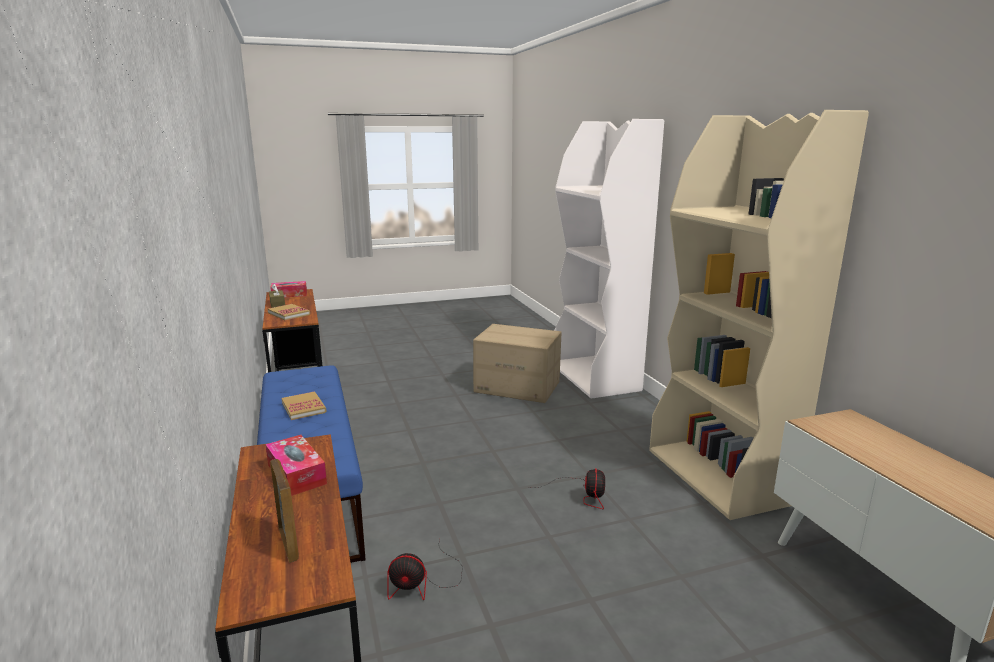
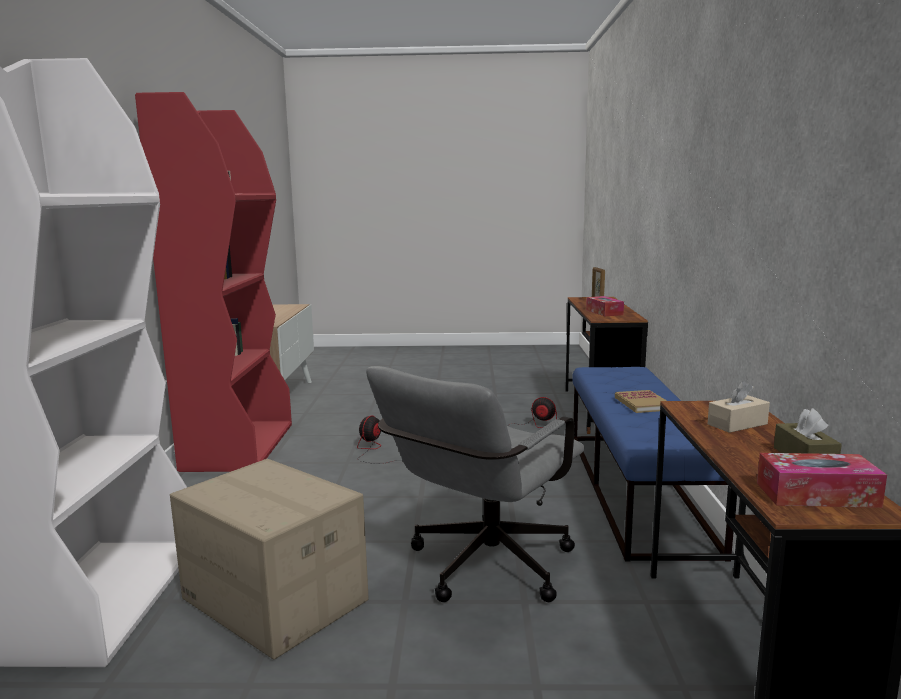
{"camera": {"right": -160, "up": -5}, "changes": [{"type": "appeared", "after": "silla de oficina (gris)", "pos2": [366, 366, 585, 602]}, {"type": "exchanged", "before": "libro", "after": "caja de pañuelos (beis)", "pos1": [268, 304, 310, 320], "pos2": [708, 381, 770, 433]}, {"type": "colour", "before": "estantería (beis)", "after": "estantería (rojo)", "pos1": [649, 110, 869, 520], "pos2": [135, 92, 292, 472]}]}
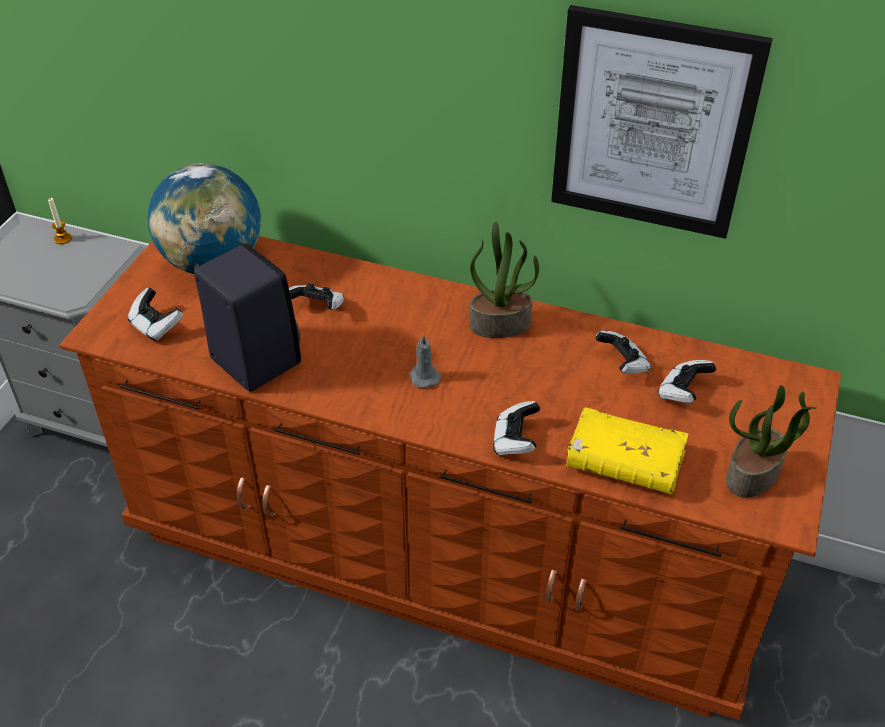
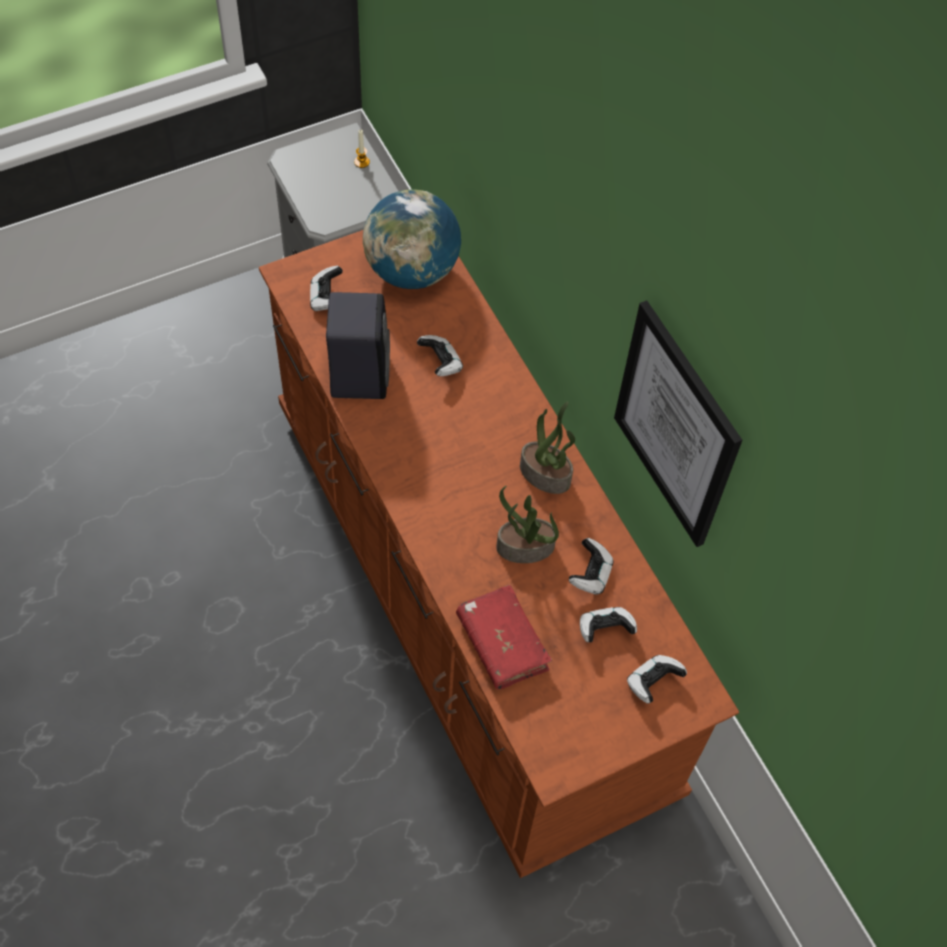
{"camera": {"right": 40, "up": 15}, "changes": [{"type": "missing", "before": "vela (gris)", "pos1": [409, 334, 441, 388]}, {"type": "relocated", "before": "mando de consola", "pos1": [493, 401, 540, 456], "pos2": [627, 655, 687, 703]}, {"type": "relocated", "before": "planta en maceta", "pos1": [726, 385, 816, 498], "pos2": [496, 486, 559, 563]}, {"type": "colour", "before": "libro (amarillo)", "after": "libro (rojo)", "pos1": [566, 407, 689, 494], "pos2": [456, 585, 552, 689]}]}
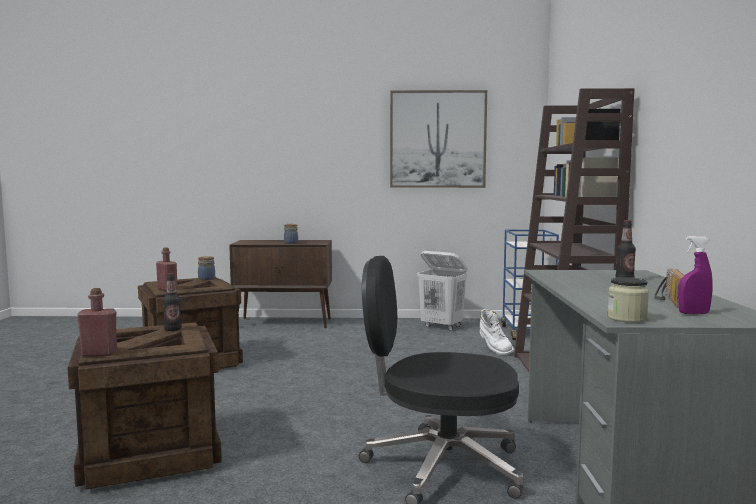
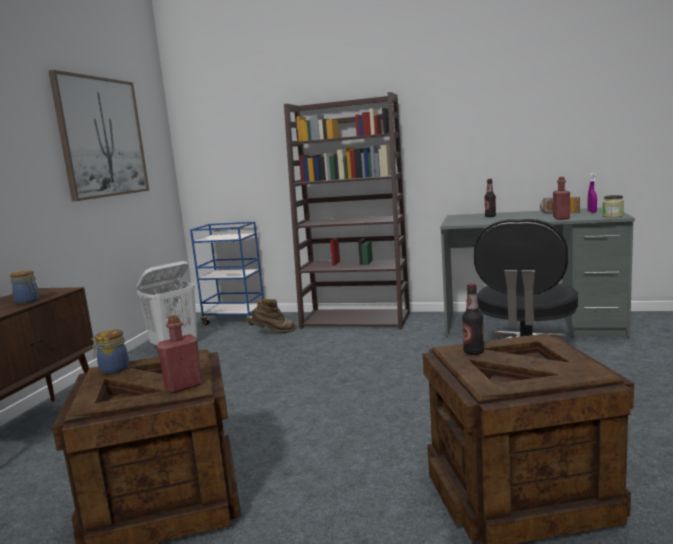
{"camera": {"right": -75, "up": 5}, "changes": [{"type": "relocated", "before": "botella (rojo)", "pos1": [77, 288, 117, 357], "pos2": [553, 177, 570, 220]}, {"type": "colour", "before": "bota (blanco)", "after": "bota (marrón)", "pos1": [480, 310, 514, 355], "pos2": [251, 299, 295, 333]}]}
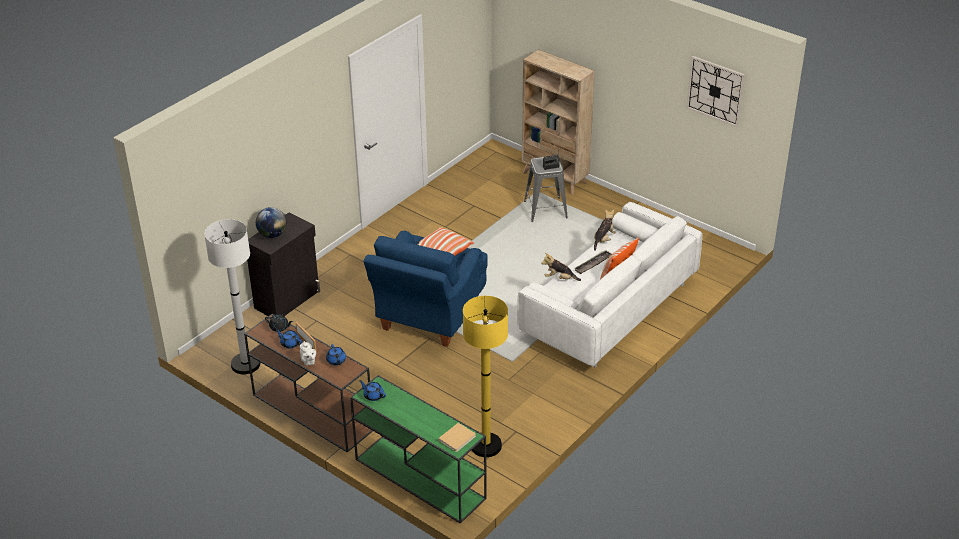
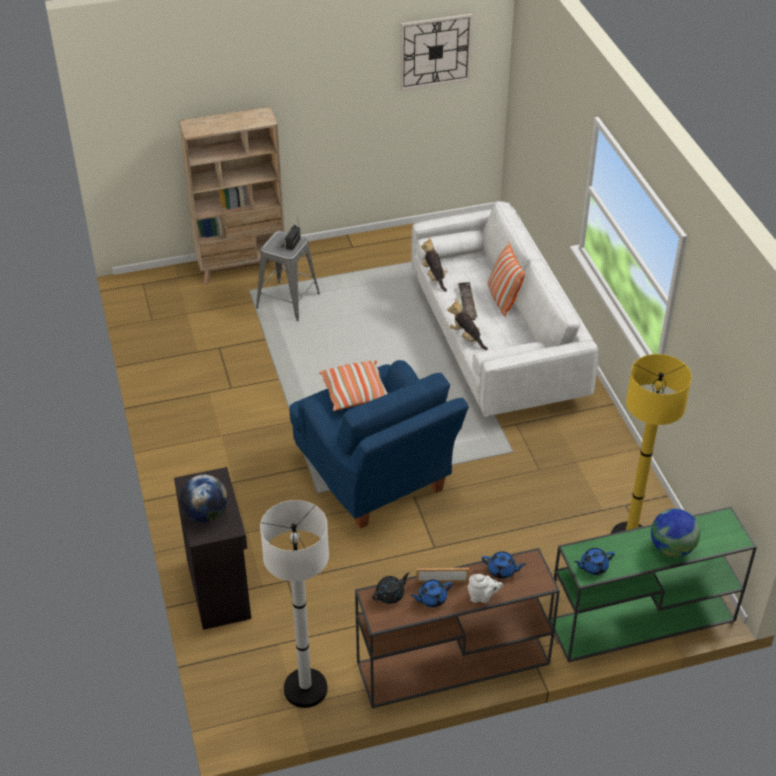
{"camera": {"right": -55, "up": 5}, "changes": [{"type": "missing", "before": "libro (beis)", "pos1": [438, 423, 476, 452]}, {"type": "appeared", "after": "globo terráqueo", "pos2": [651, 509, 700, 557]}, {"type": "spun", "before": "peluche", "pos1": [541, 253, 581, 281], "pos2": [447, 299, 488, 350], "turn": 90}]}
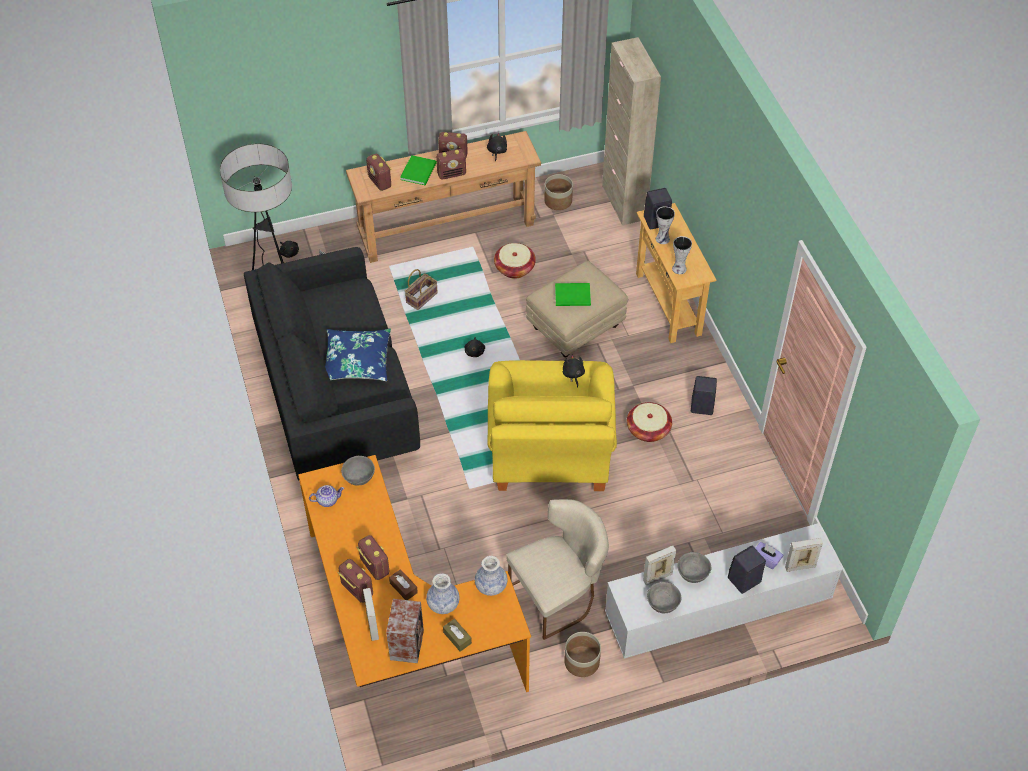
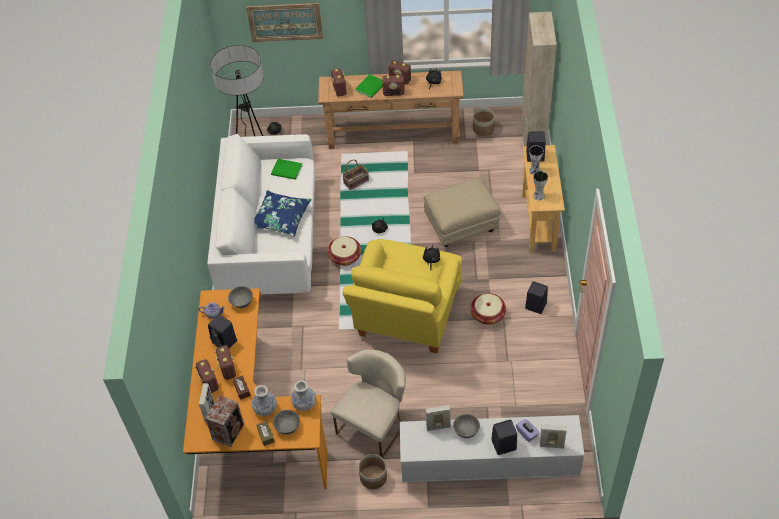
{"camera": {"right": 20, "up": 0}, "changes": [{"type": "appeared", "after": "altavoz (negro)", "pos2": [208, 314, 237, 348]}, {"type": "appeared", "after": "cuadro", "pos2": [246, 3, 323, 42]}, {"type": "relocated", "before": "cesta", "pos1": [494, 243, 536, 279], "pos2": [327, 236, 361, 266]}, {"type": "relocated", "before": "libro (verde)", "pos1": [555, 283, 591, 306], "pos2": [271, 159, 302, 180]}, {"type": "relocated", "before": "cuenco (gris)", "pos1": [647, 582, 681, 613], "pos2": [273, 410, 300, 435]}, {"type": "colour", "before": "sofá (negro)", "after": "sofá (blanco)", "pos1": [244, 247, 420, 480], "pos2": [207, 134, 315, 295]}, {"type": "spun", "before": "silla (beis)", "pos1": [506, 499, 609, 640], "pos2": [331, 349, 406, 458], "turn": -45}]}
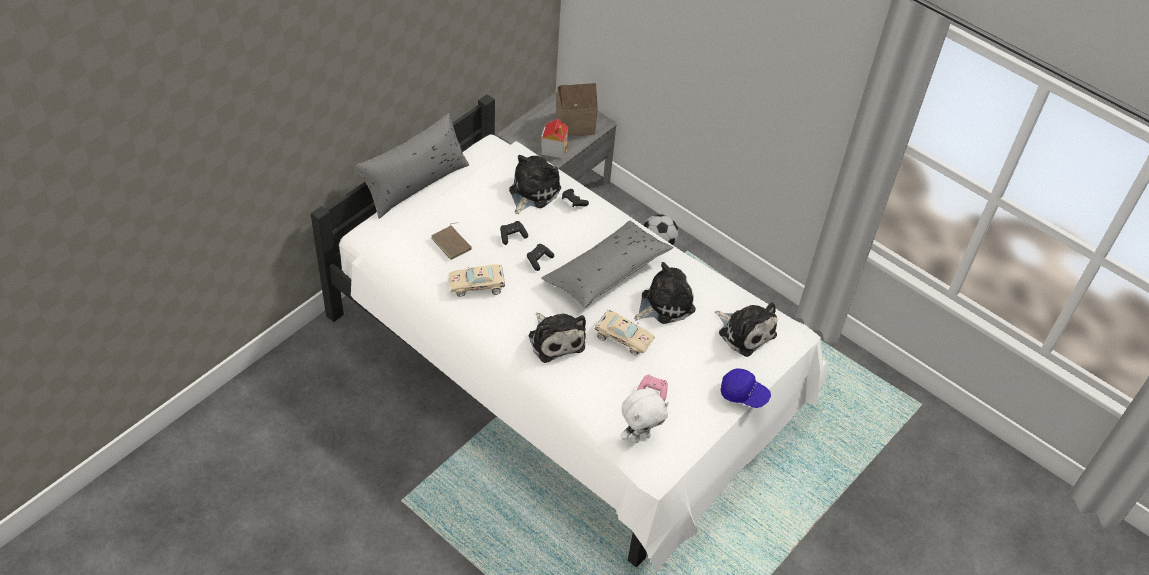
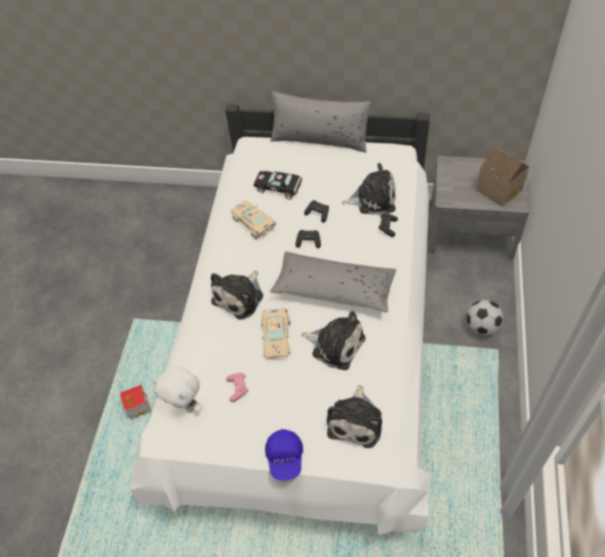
{"camera": {"right": 65, "up": 5}, "changes": [{"type": "relocated", "before": "casita", "pos1": [541, 119, 569, 158], "pos2": [120, 385, 151, 420]}, {"type": "exchanged", "before": "libro (marrón)", "after": "coche de juguete (negro)", "pos1": [431, 223, 472, 260], "pos2": [254, 170, 302, 200]}]}
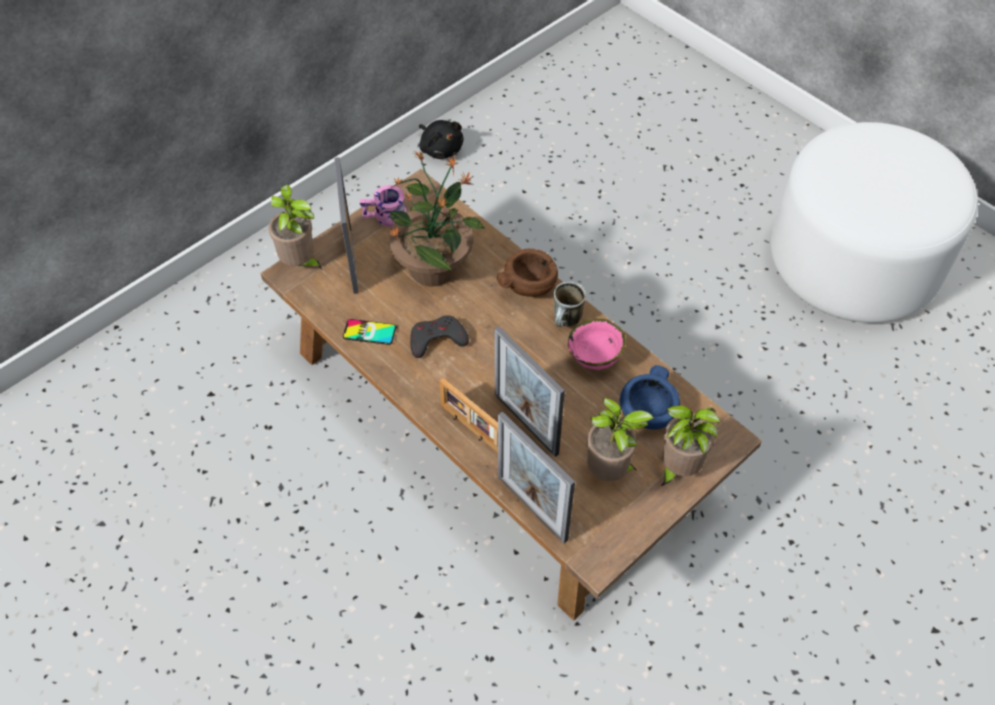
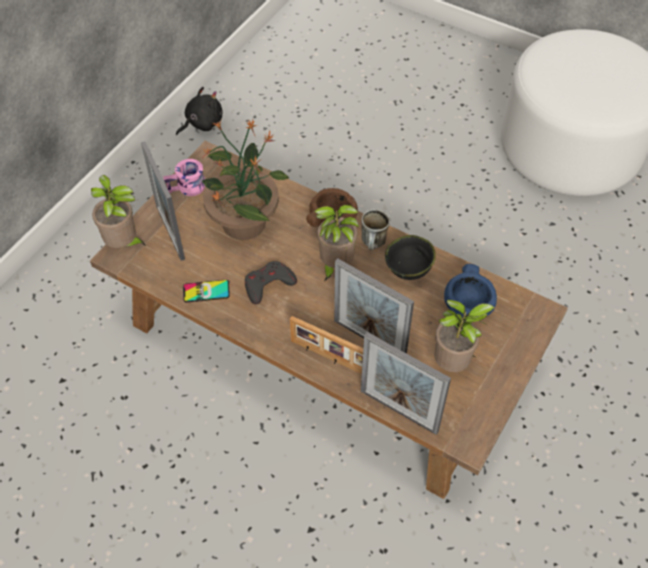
{"camera": {"right": -15, "up": 0}, "changes": [{"type": "relocated", "before": "planta en maceta", "pos1": [661, 405, 720, 486], "pos2": [314, 204, 359, 281]}, {"type": "colour", "before": "cuenco (rosa)", "after": "cuenco (negro)", "pos1": [568, 319, 626, 370], "pos2": [385, 235, 436, 280]}, {"type": "spun", "before": "peluche (negro)", "pos1": [419, 120, 464, 159], "pos2": [176, 87, 223, 135], "turn": -75}]}
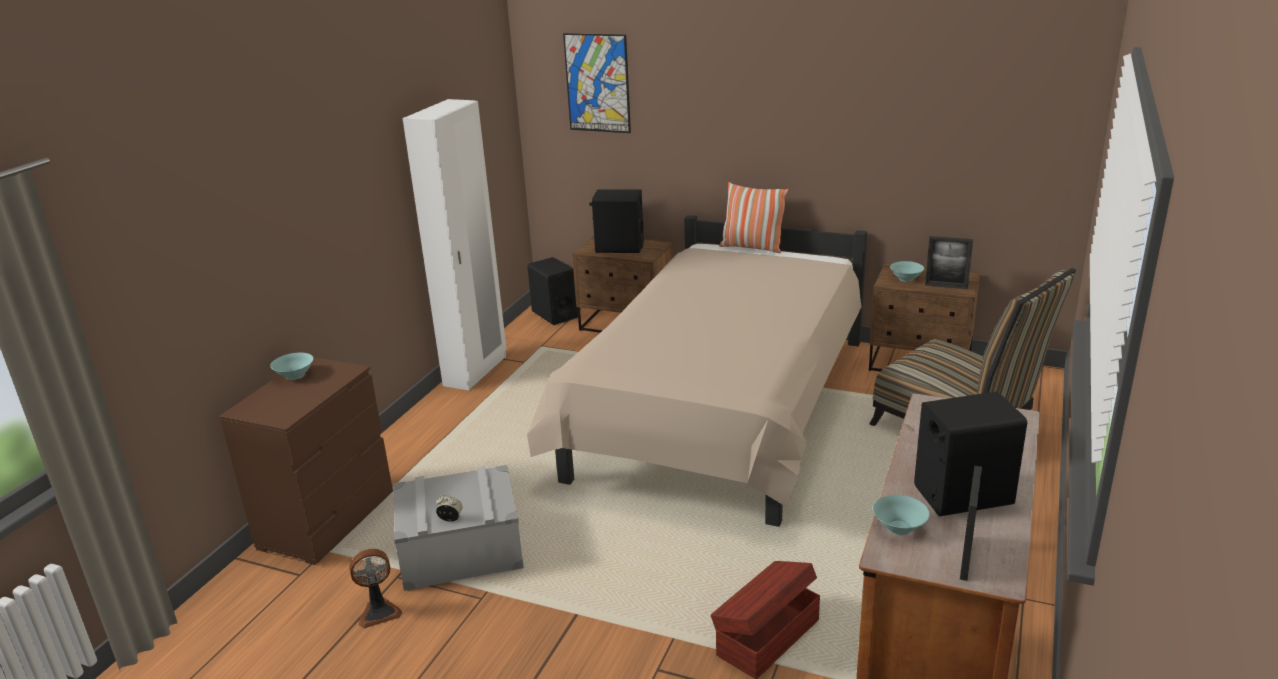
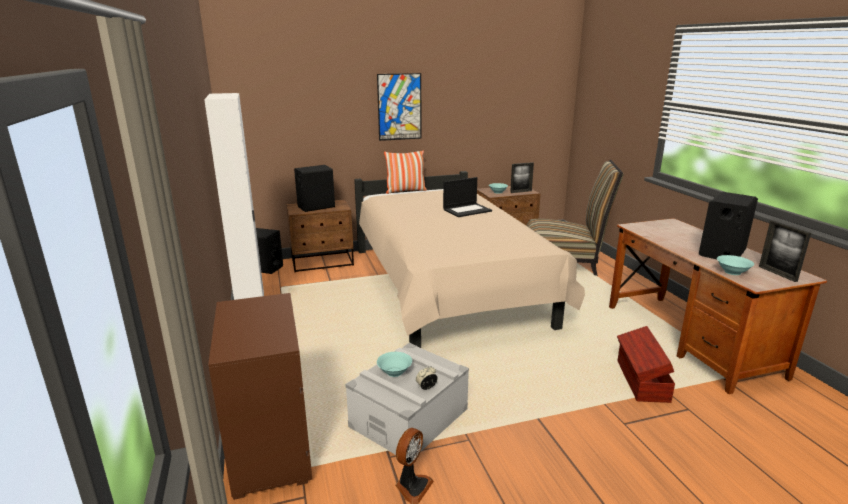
{"camera": {"right": -40, "up": -5}, "changes": [{"type": "appeared", "after": "portátil", "pos2": [443, 177, 492, 217]}, {"type": "relocated", "before": "cuenco (turquesa)", "pos1": [270, 353, 314, 380], "pos2": [377, 352, 412, 377]}, {"type": "relocated", "before": "cuadro", "pos1": [563, 33, 631, 133], "pos2": [377, 73, 422, 141]}]}
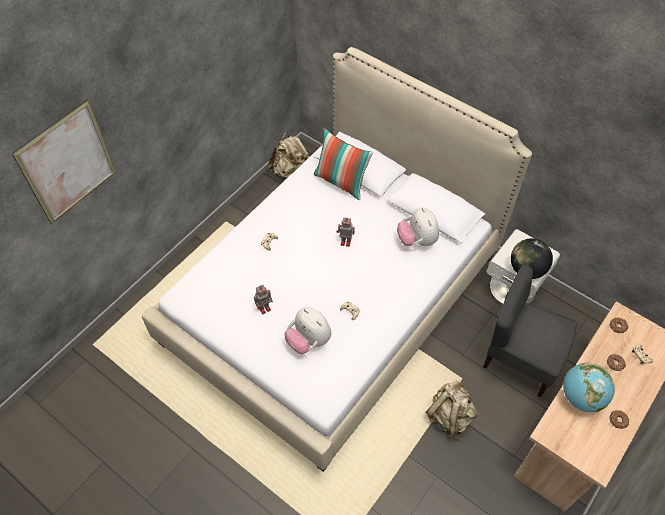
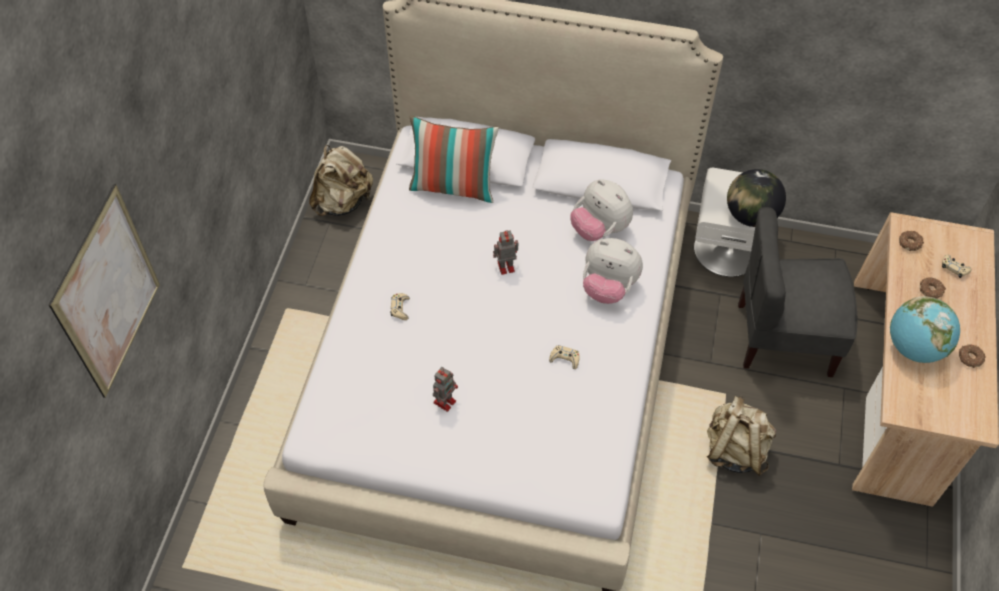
{"camera": {"right": -25, "up": 0}, "changes": [{"type": "relocated", "before": "peluche", "pos1": [285, 307, 331, 354], "pos2": [583, 238, 643, 304]}]}
